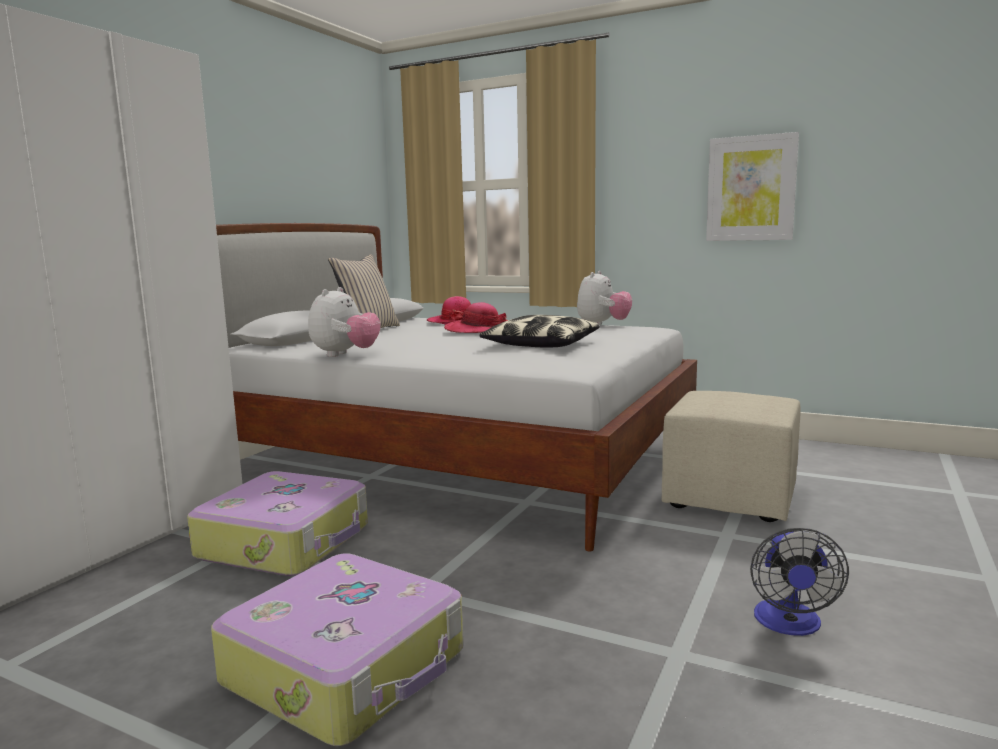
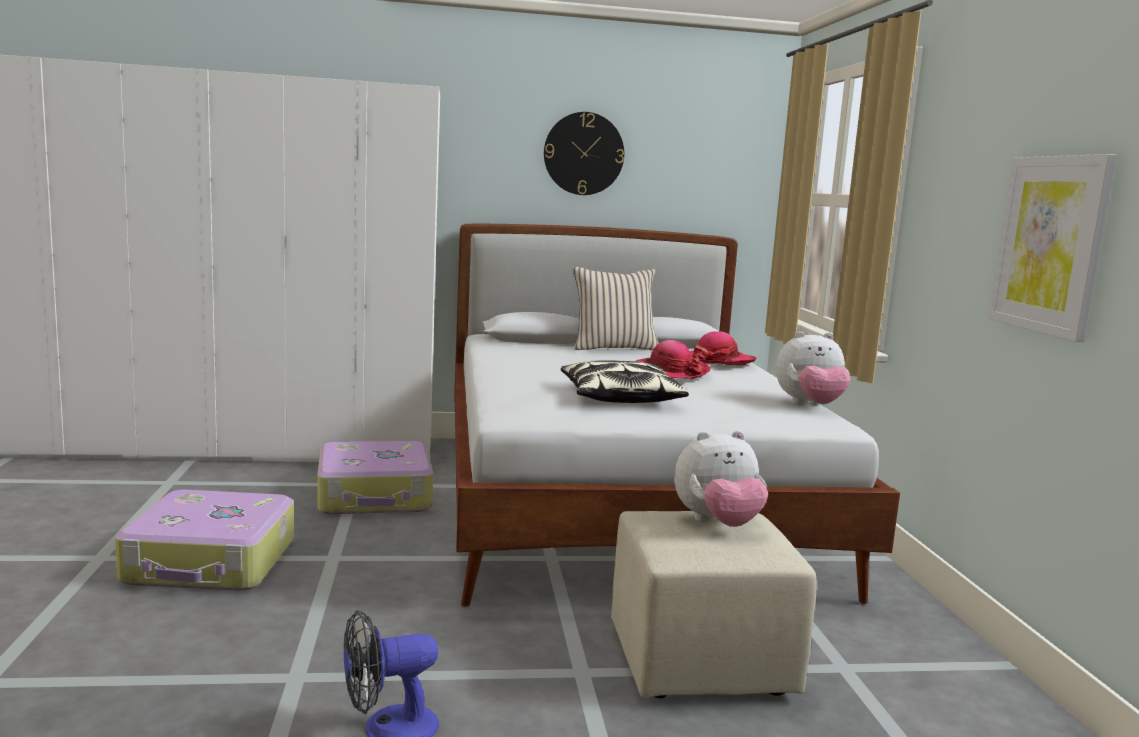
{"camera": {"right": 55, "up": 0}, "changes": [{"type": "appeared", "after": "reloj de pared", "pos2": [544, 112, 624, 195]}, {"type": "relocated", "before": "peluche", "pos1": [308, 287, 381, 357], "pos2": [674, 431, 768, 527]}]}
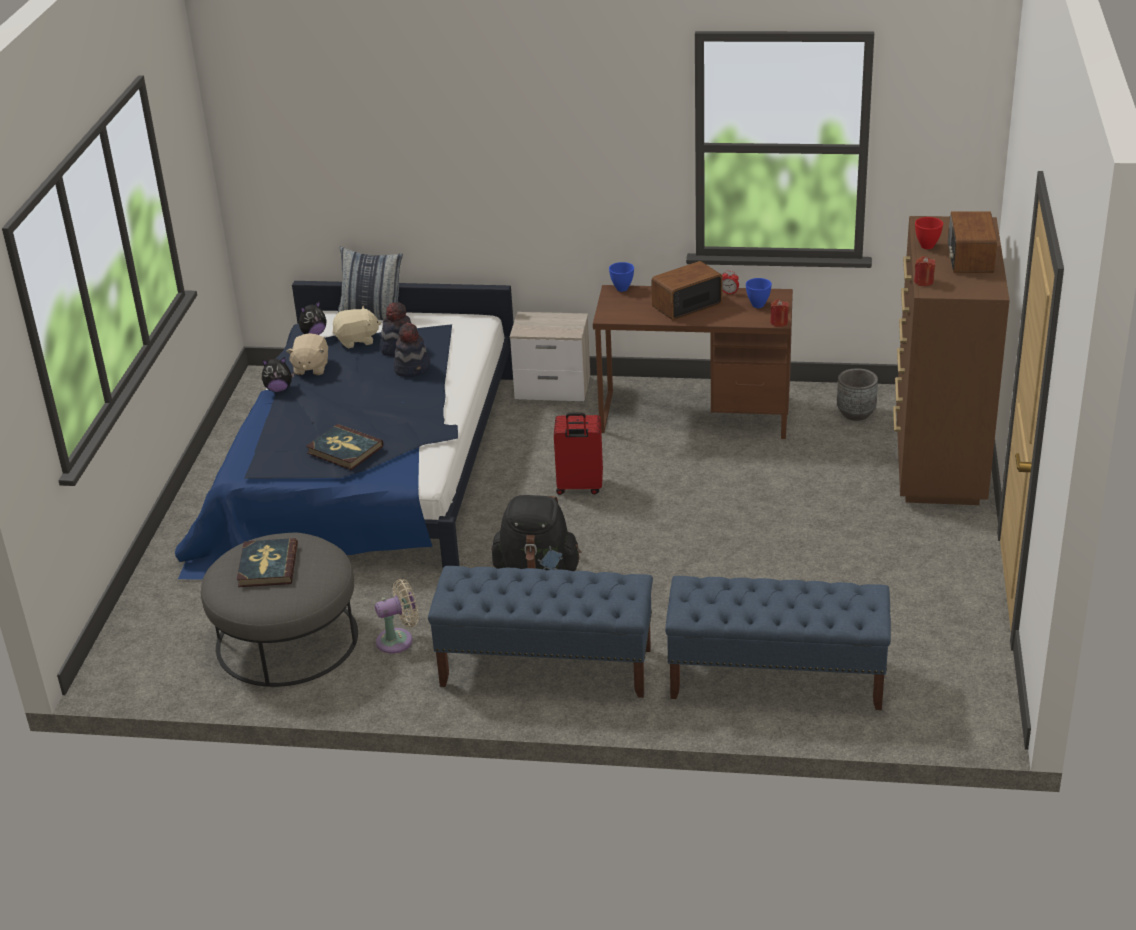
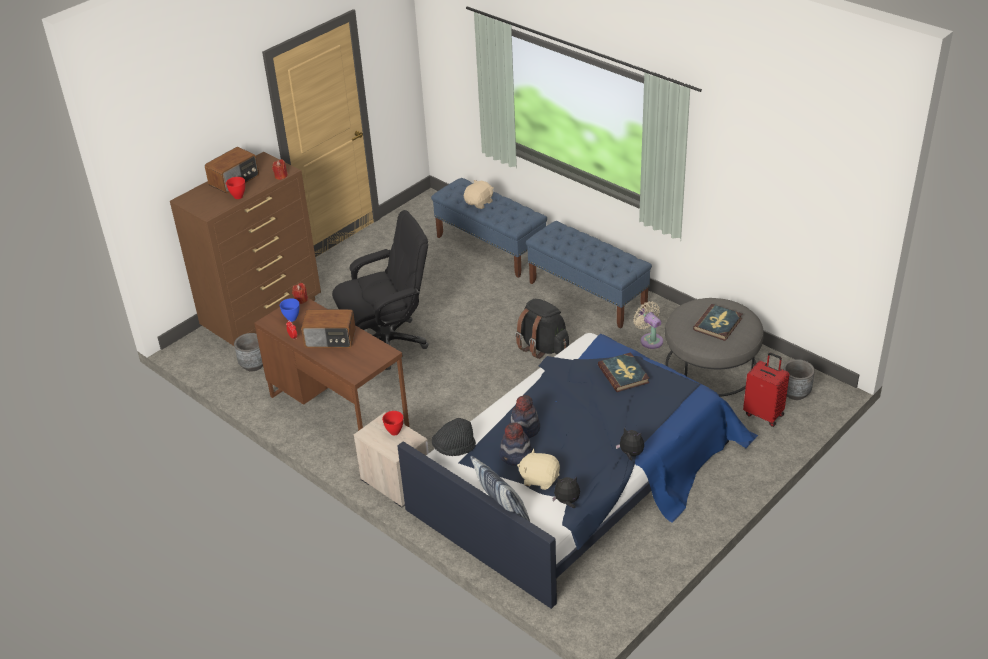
{"camera": {"right": -145, "up": 5}, "changes": [{"type": "missing", "before": "cuenco (azul)", "pos1": [609, 262, 634, 292]}, {"type": "appeared", "after": "silla de oficina (negro)", "pos2": [332, 210, 429, 370]}, {"type": "appeared", "after": "cuenco (rojo)", "pos2": [382, 411, 403, 436]}, {"type": "appeared", "after": "sombrero (negro)", "pos2": [432, 418, 476, 456]}, {"type": "appeared", "after": "maceta (gris)", "pos2": [783, 359, 815, 400]}, {"type": "relocated", "before": "peluche (beis)", "pos1": [286, 333, 328, 375], "pos2": [464, 180, 494, 209]}, {"type": "relocated", "before": "maleta (rojo)", "pos1": [554, 413, 603, 495], "pos2": [743, 353, 790, 427]}, {"type": "spun", "before": "ventilador (beis)", "pos1": [375, 579, 419, 653], "pos2": [633, 301, 663, 349], "turn": 45}]}
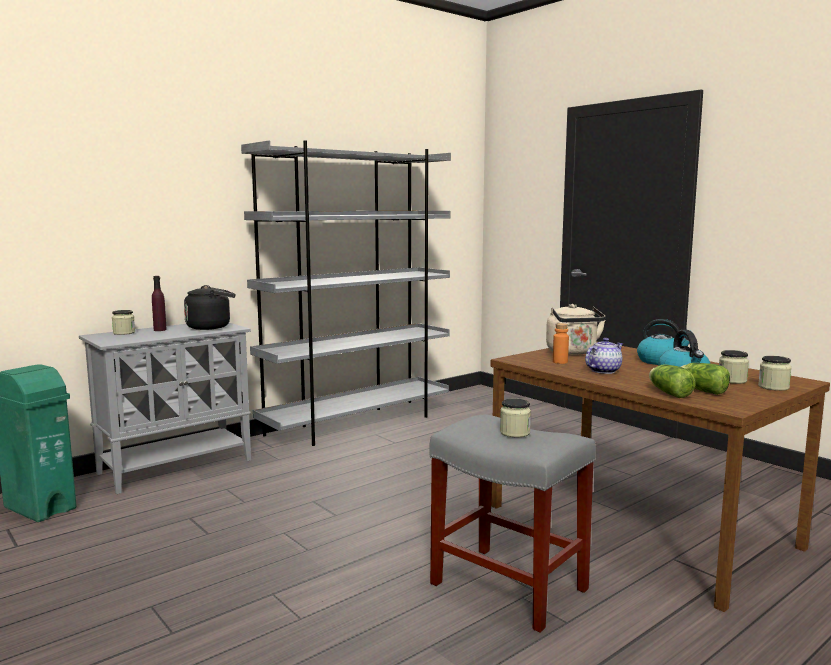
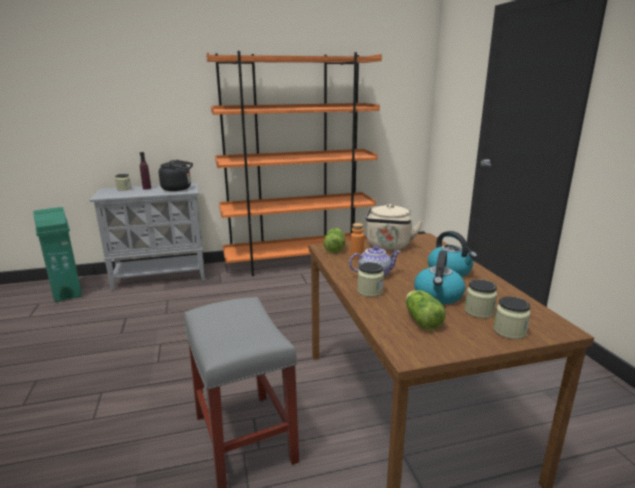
{"camera": {"right": 25, "up": 10}, "changes": [{"type": "relocated", "before": "tarro", "pos1": [500, 399, 531, 437], "pos2": [357, 262, 384, 297]}, {"type": "relocated", "before": "lechuga", "pos1": [649, 364, 696, 398], "pos2": [324, 228, 345, 253]}, {"type": "colour", "before": "estantería (gris)", "after": "estantería (naranja)", "pos1": [241, 140, 451, 446], "pos2": [206, 51, 382, 276]}]}
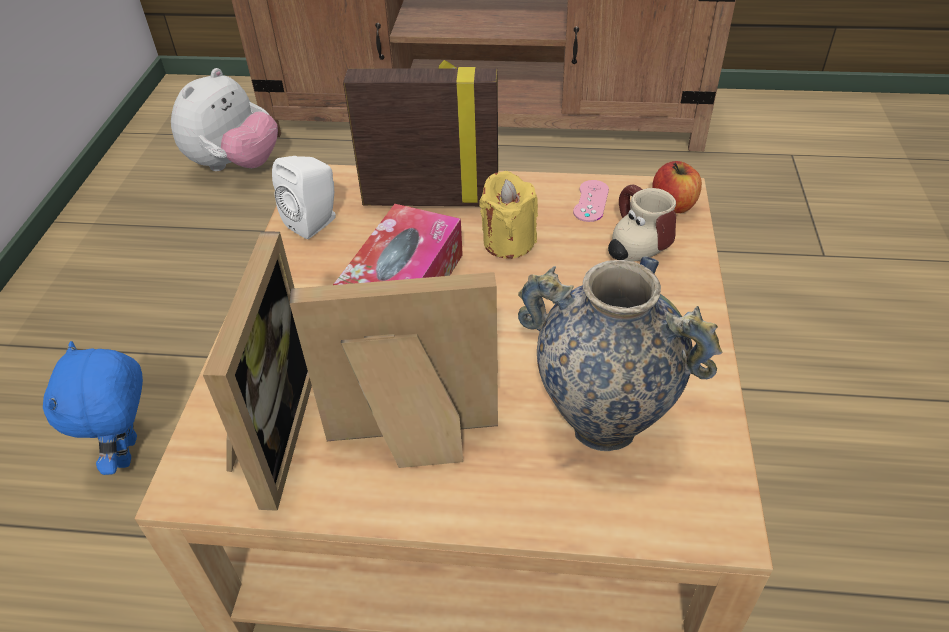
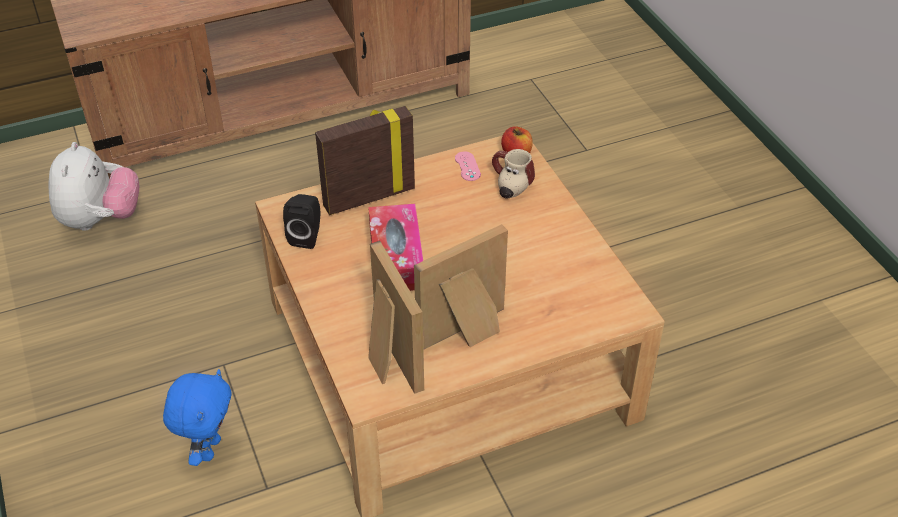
{"camera": {"right": -30, "up": 0}, "changes": [{"type": "missing", "before": "vela (amarillo)", "pos1": [479, 171, 538, 259]}, {"type": "missing", "before": "florero", "pos1": [518, 256, 722, 451]}, {"type": "colour", "before": "altavoz (blanco)", "after": "altavoz (negro)", "pos1": [272, 156, 336, 239], "pos2": [283, 194, 320, 249]}, {"type": "spun", "before": "peluche (azul)", "pos1": [43, 341, 143, 475], "pos2": [163, 369, 232, 466], "turn": -135}]}
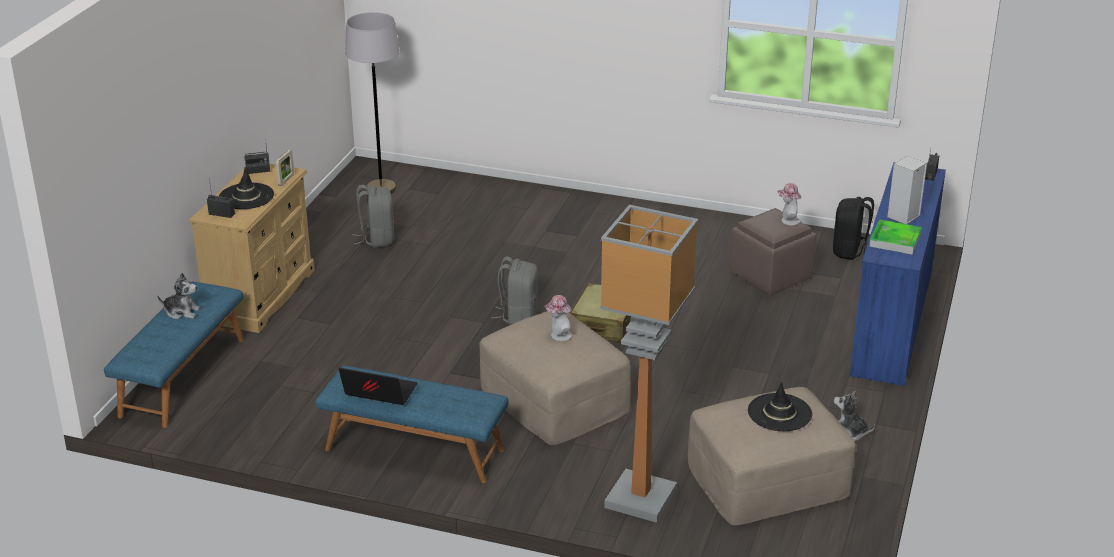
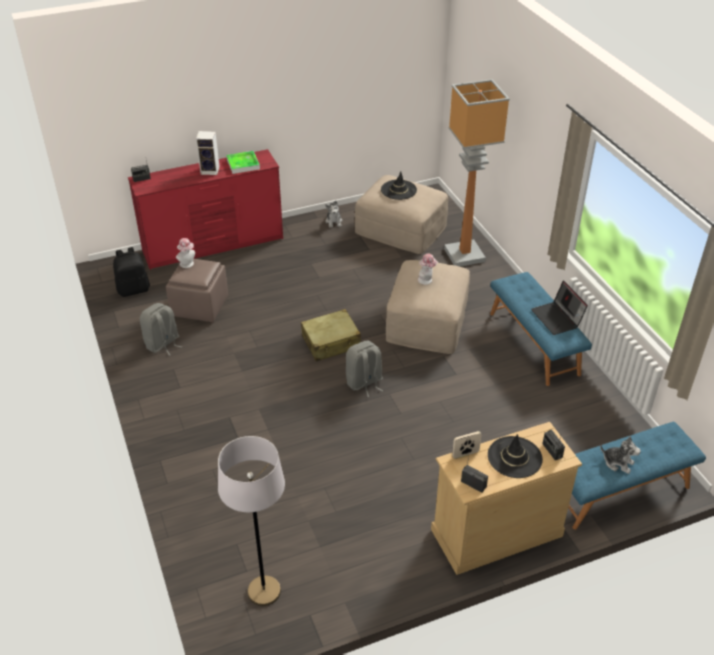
{"camera": {"right": -130, "up": 10}, "changes": [{"type": "relocated", "before": "mochila (gris)", "pos1": [353, 185, 394, 248], "pos2": [140, 303, 182, 356]}, {"type": "colour", "before": "cómoda (azul)", "after": "cómoda (rojo)", "pos1": [850, 162, 946, 386], "pos2": [128, 149, 283, 270]}, {"type": "spun", "before": "peluche", "pos1": [157, 273, 200, 320], "pos2": [600, 436, 641, 474], "turn": 150}]}
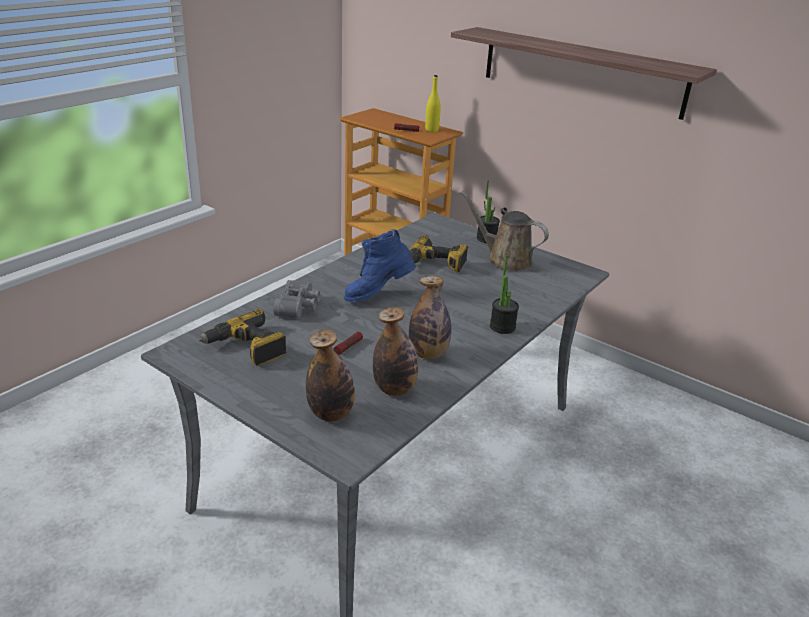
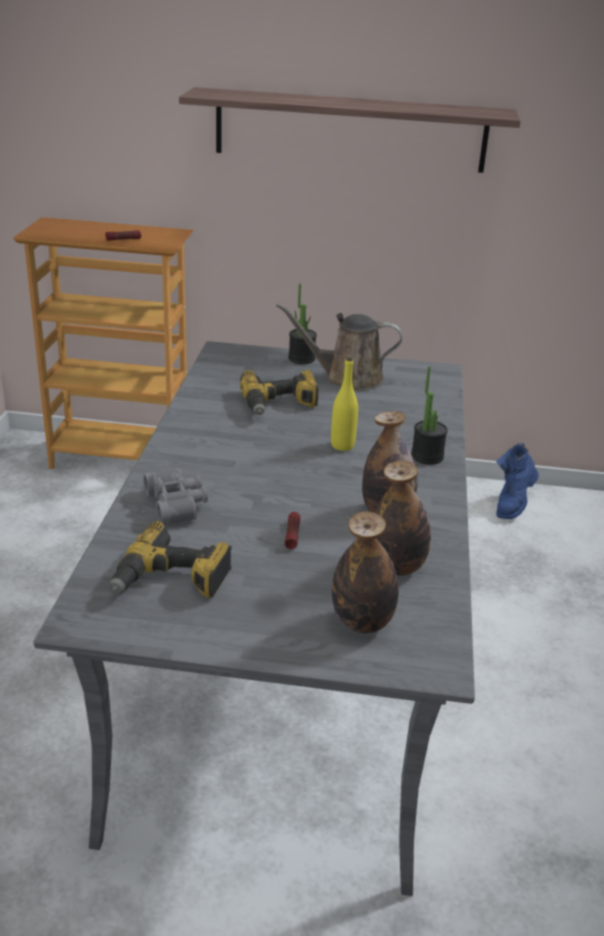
{"camera": {"right": -30, "up": 0}, "changes": [{"type": "relocated", "before": "bota (azul)", "pos1": [344, 229, 416, 302], "pos2": [496, 443, 539, 519]}, {"type": "relocated", "before": "botella (amarillo)", "pos1": [425, 75, 441, 132], "pos2": [331, 357, 358, 451]}]}
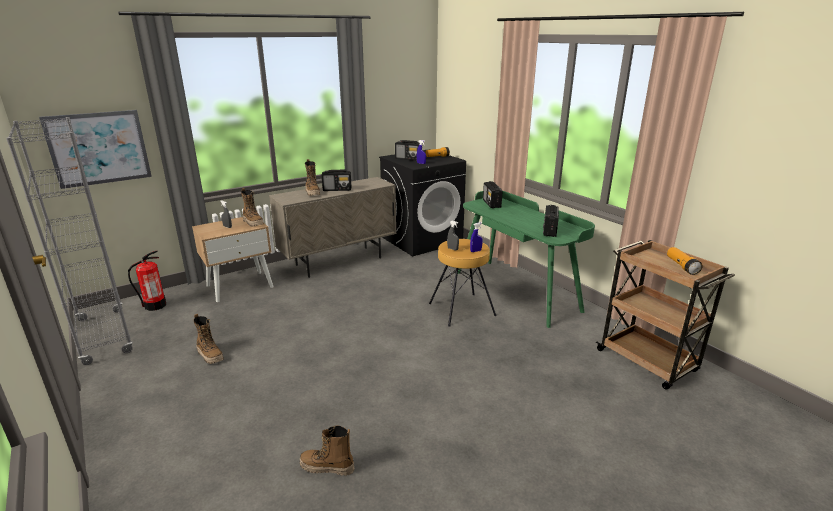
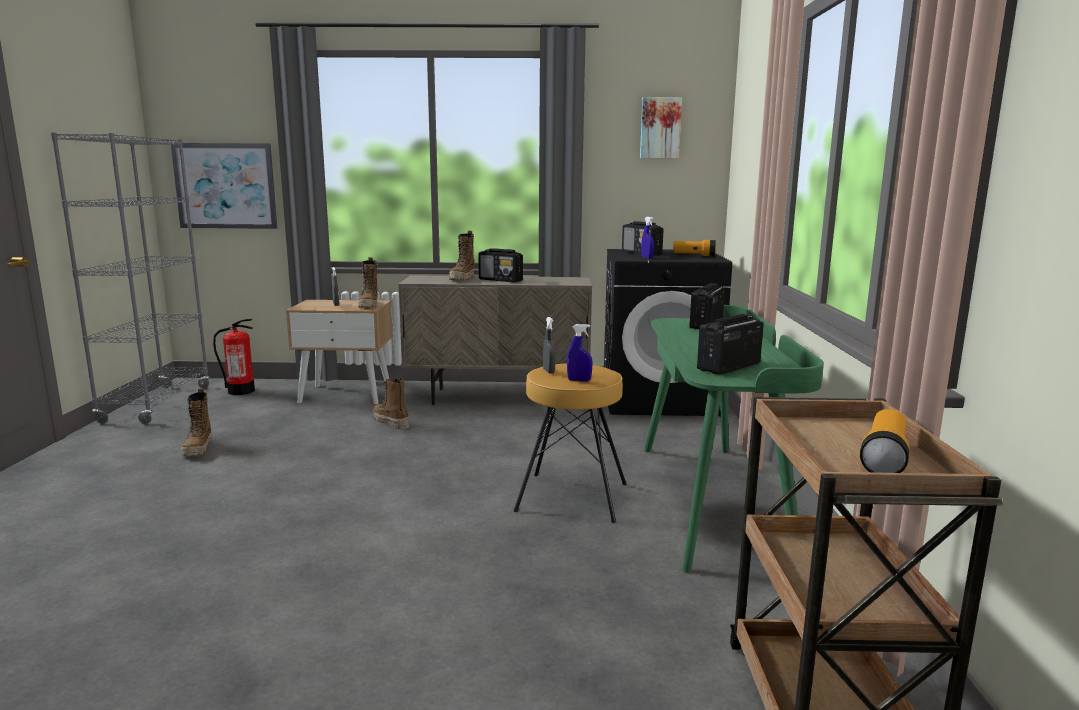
{"camera": {"right": 35, "up": -10}, "changes": [{"type": "appeared", "after": "cuadro", "pos2": [640, 97, 682, 159]}, {"type": "relocated", "before": "bota", "pos1": [300, 425, 354, 476], "pos2": [373, 378, 410, 429]}]}
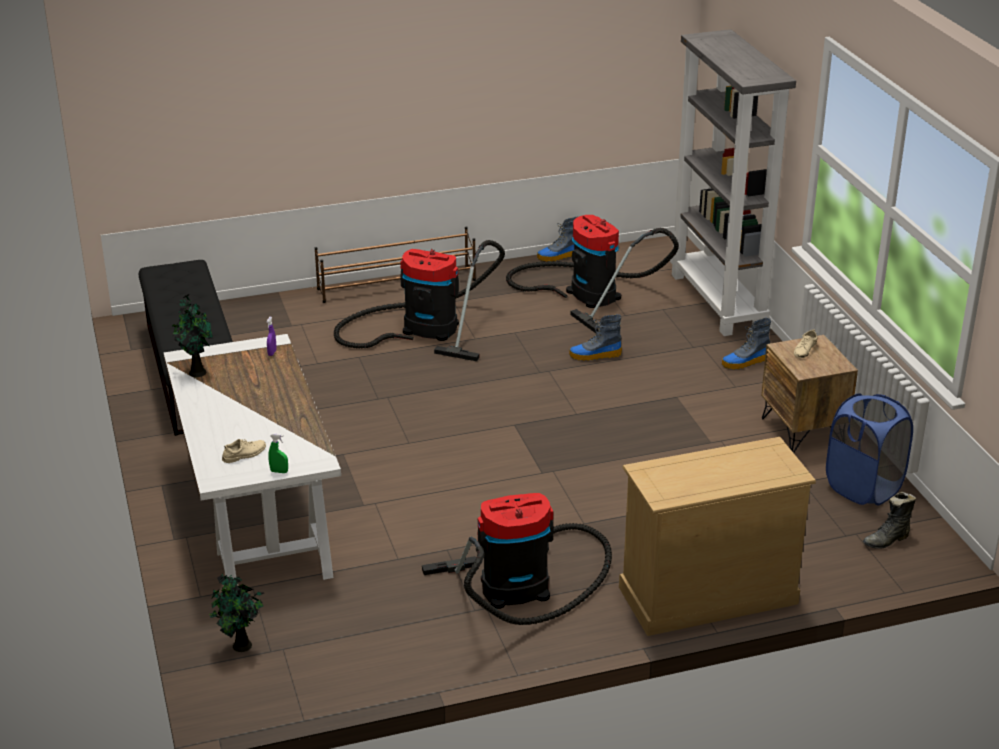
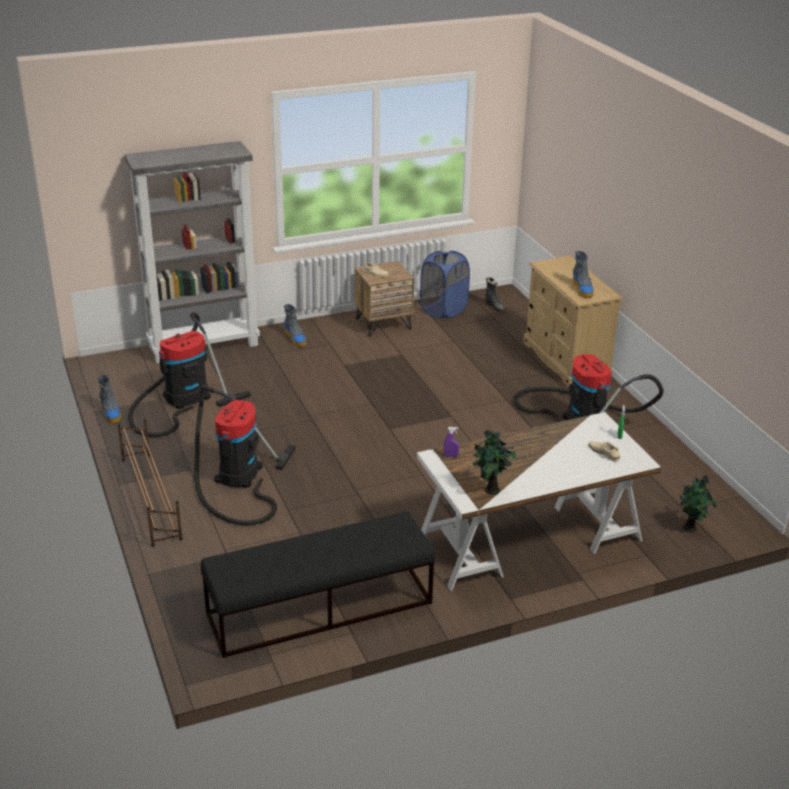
{"camera": {"right": -95, "up": 0}, "changes": [{"type": "relocated", "before": "bota", "pos1": [569, 314, 622, 361], "pos2": [573, 251, 594, 298]}]}
